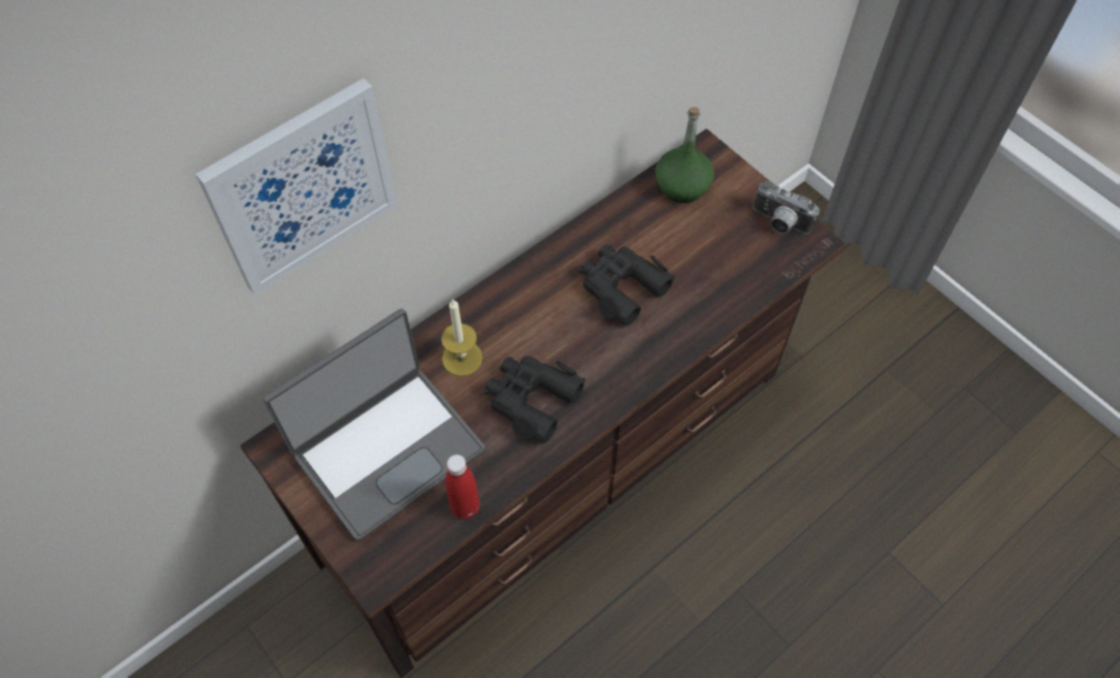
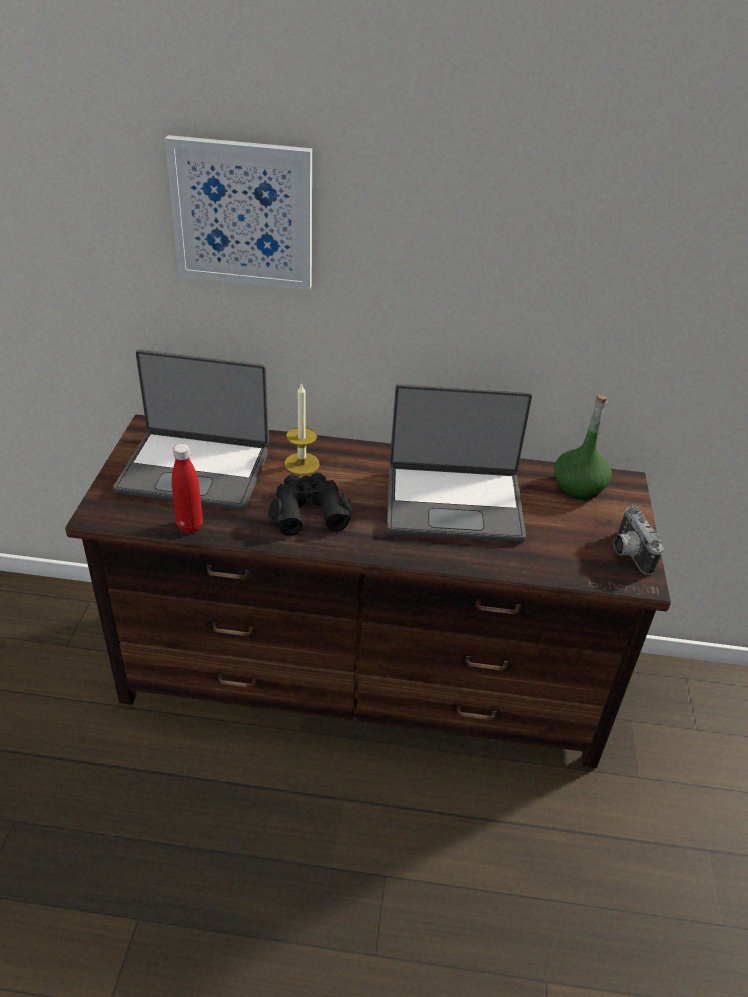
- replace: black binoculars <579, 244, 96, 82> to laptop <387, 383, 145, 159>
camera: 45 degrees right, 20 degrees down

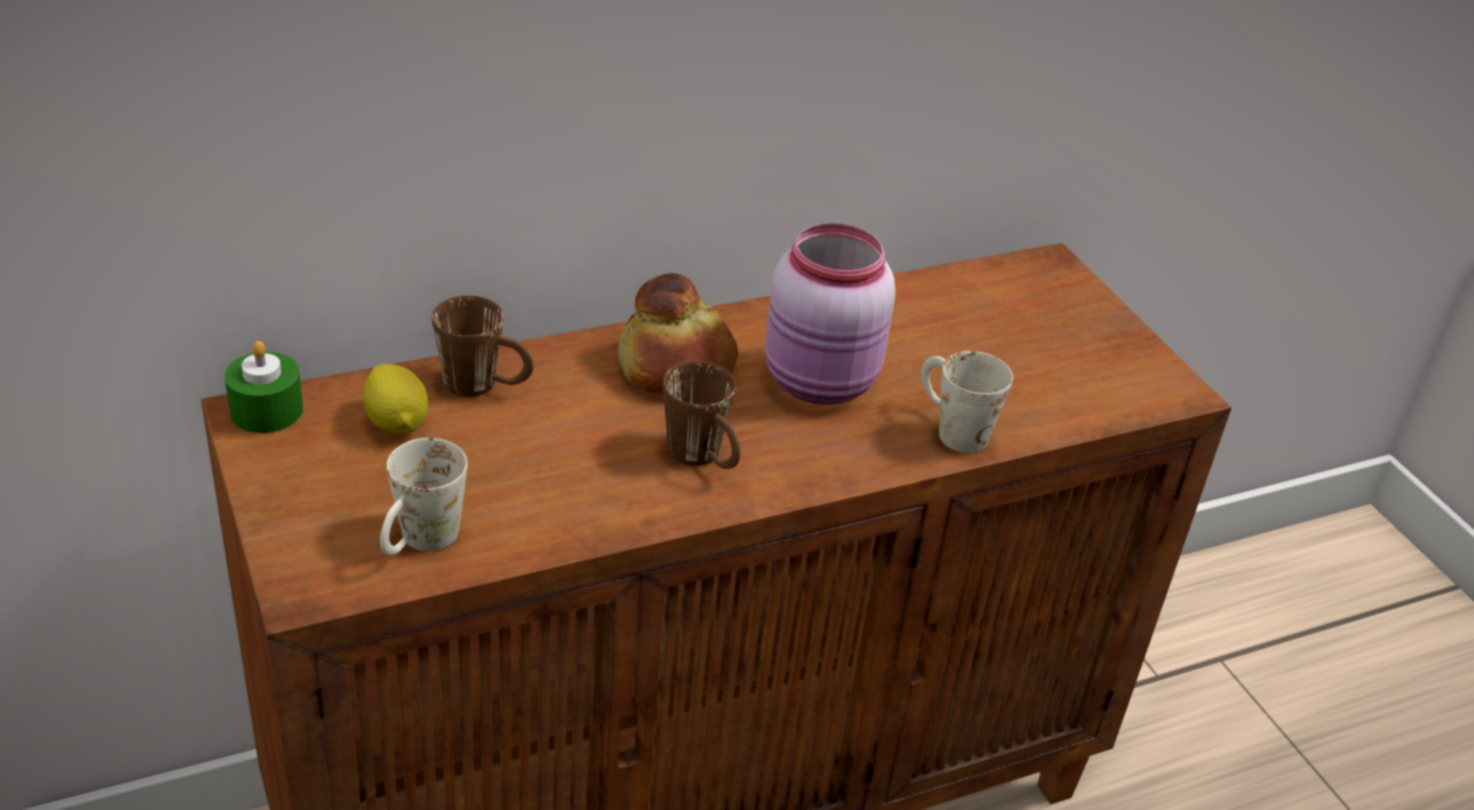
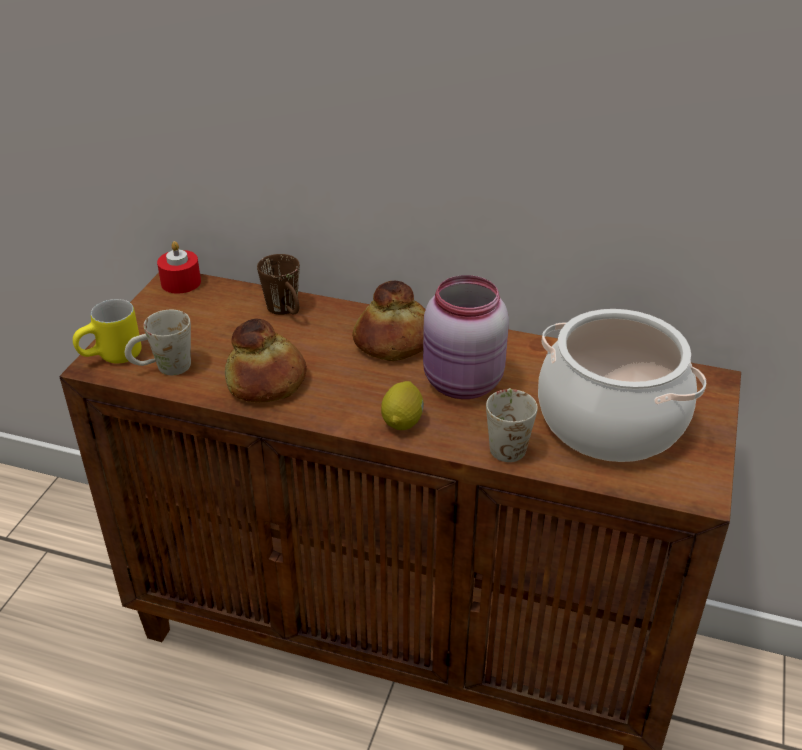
- recolor: green candle <224, 341, 79, 92> to red candle <157, 241, 44, 53>
- delete: brown mug <663, 361, 77, 108>
- move: lemon <363, 364, 65, 71> to <381, 381, 43, 49>
- insert: yellow mug <73, 299, 69, 65>
- insert: cooking pot <538, 309, 168, 153>
- insert: bread <225, 319, 82, 83>
camera: 45 degrees right, 0 degrees up

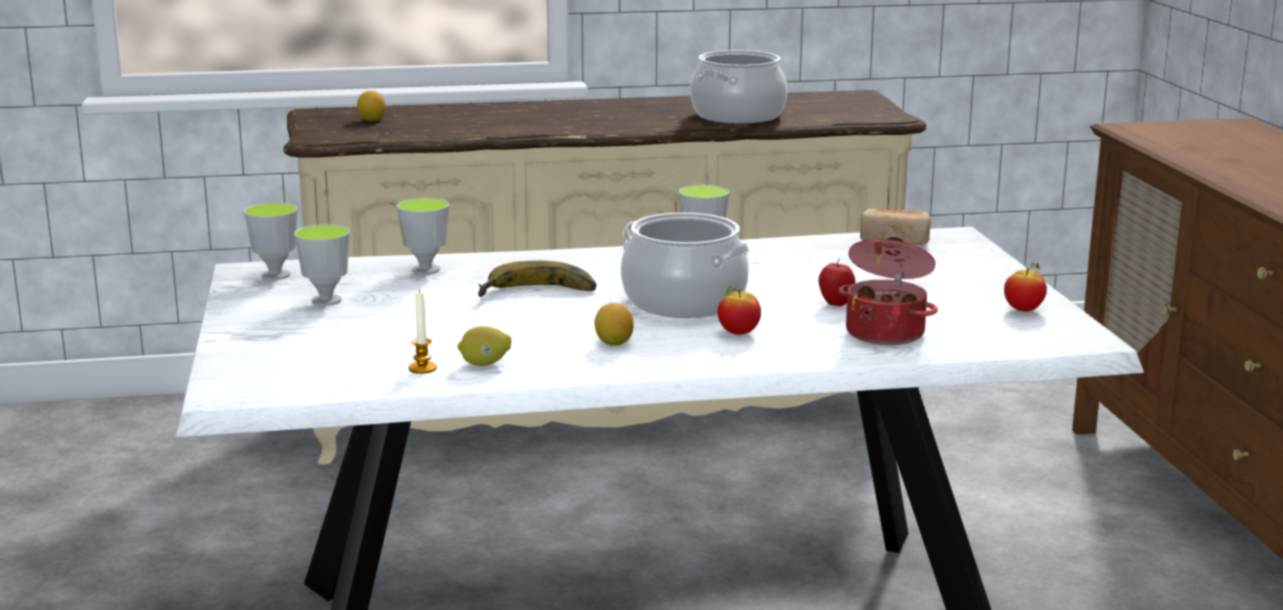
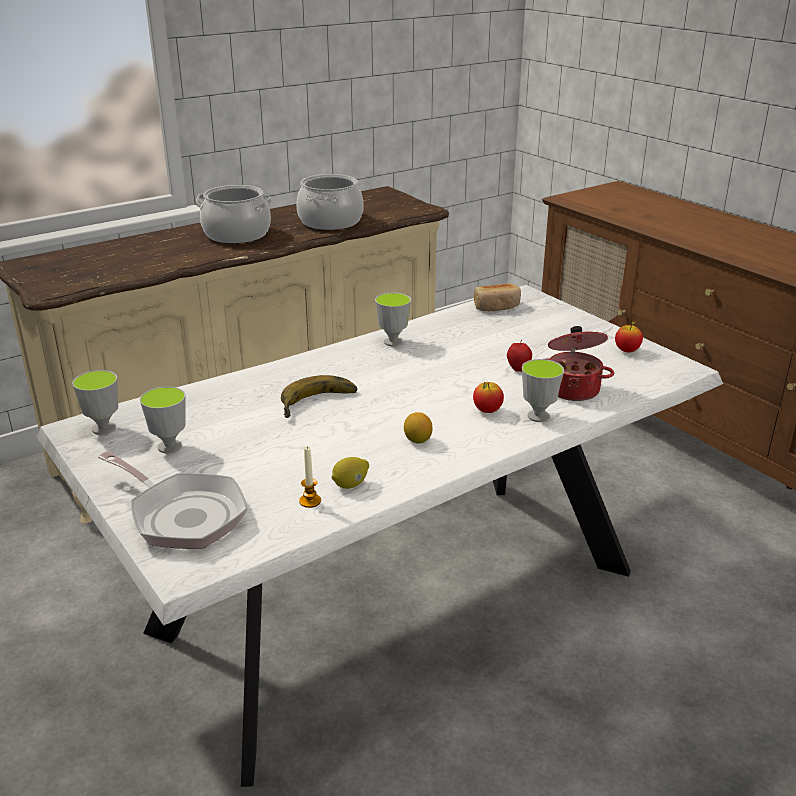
- delete: lemon <357, 91, 29, 30>
- move: cup <397, 198, 52, 77> to <522, 359, 42, 63>
- move: cooking pot <621, 213, 129, 105> to <196, 185, 76, 58>
- insert: frying pan <98, 451, 150, 98>
camera: 25 degrees left, 10 degrees up

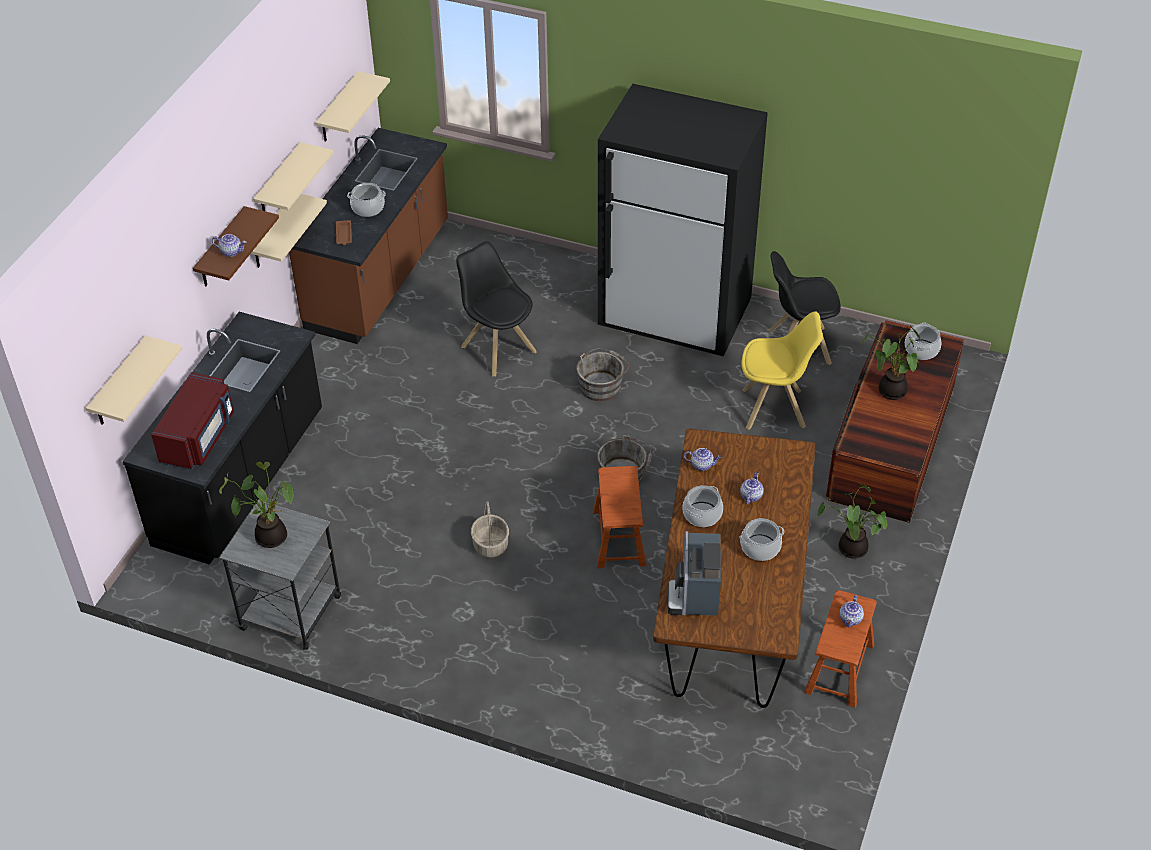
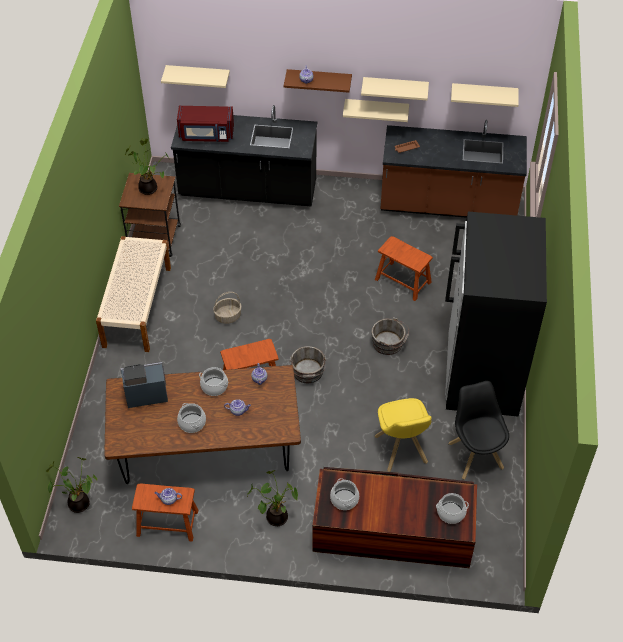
- move: cooking pot <347, 183, 39, 34> to <330, 478, 29, 32>
- replace: black chair <456, 242, 81, 135> to brown stool <375, 236, 58, 65>
- move: potted plant <861, 326, 59, 74> to <46, 457, 52, 56>
- recolor: grey cart <220, 500, 121, 149> to brown cart <119, 173, 62, 84>
- insert: beige bench <96, 236, 75, 116>
camera: 75 degrees right, 5 degrees up

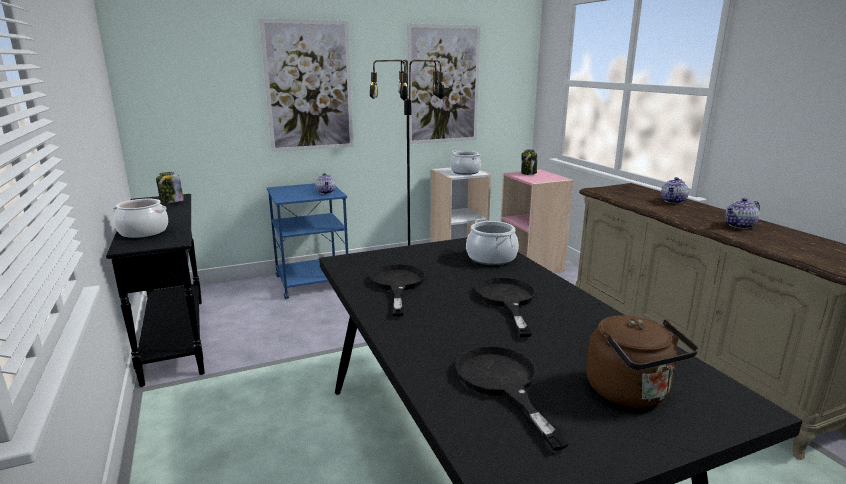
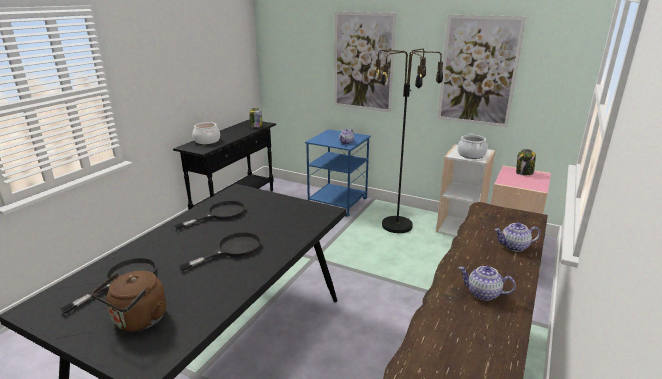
- delete: cooking pot <466, 219, 53, 46>
camera: 50 degrees right, 5 degrees up

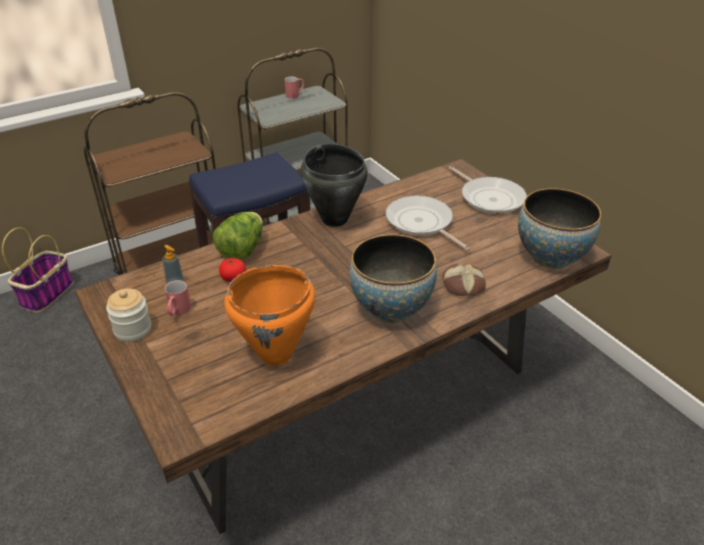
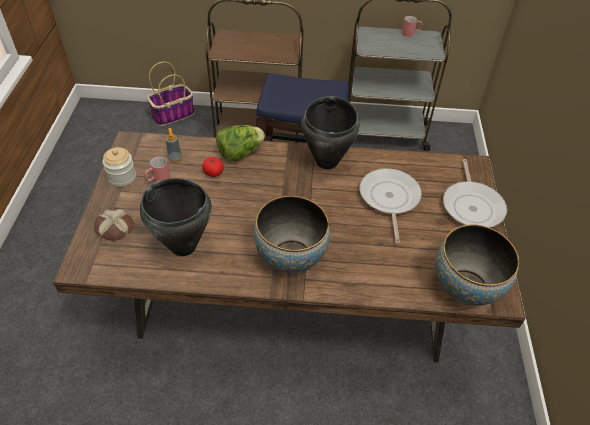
- move: bread <443, 263, 43, 33> to <94, 208, 40, 33>
- recolor: orange cooking pot <225, 265, 90, 101> to black cooking pot <140, 178, 72, 78>
camera: 35 degrees right, 10 degrees up

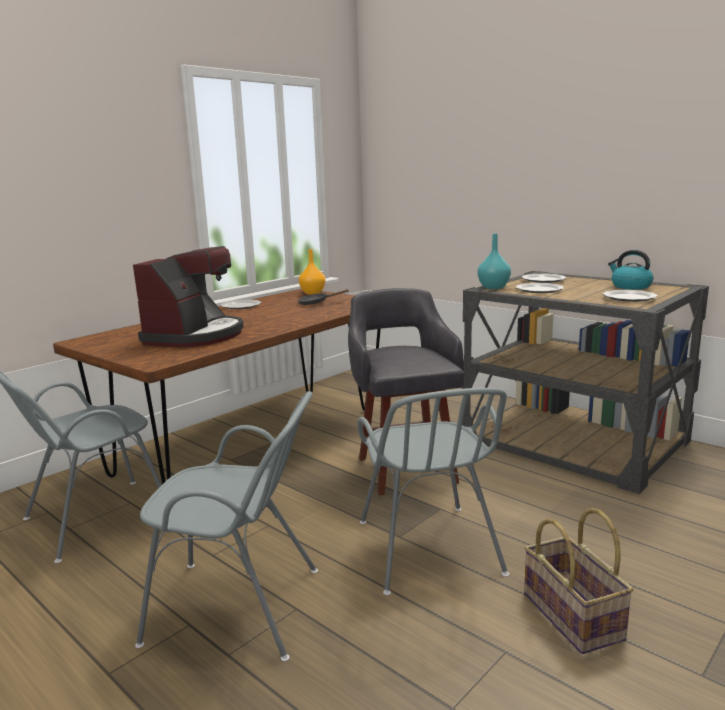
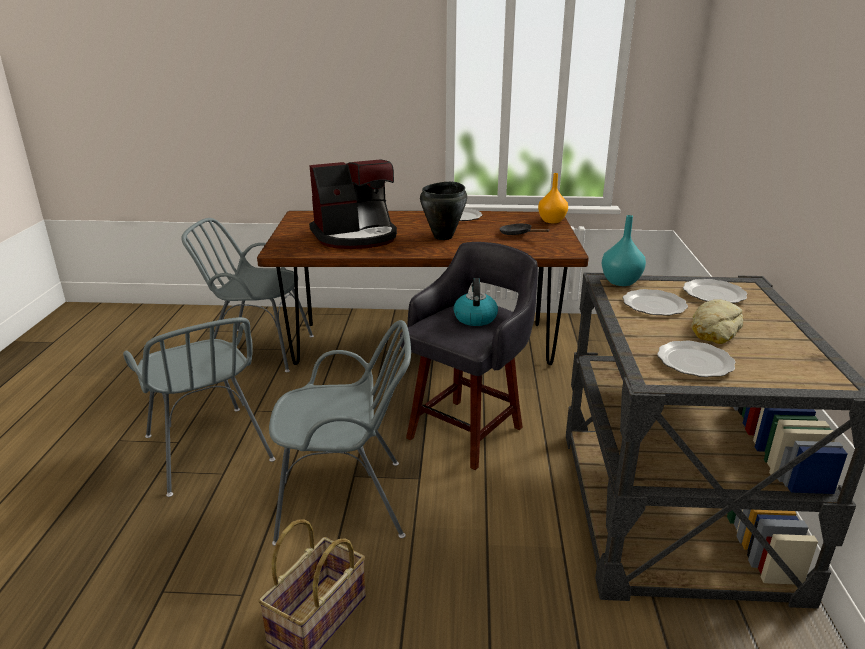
- move: kettle <608, 250, 45, 40> to <453, 278, 45, 48>
- rotate: grey chair <357, 388, 152, 207> = <269, 320, 142, 226> 135 degrees counterclockwise
- insert: black cooking pot <420, 182, 47, 58>
- insert: bread <691, 299, 52, 45>
camera: 50 degrees right, 10 degrees up

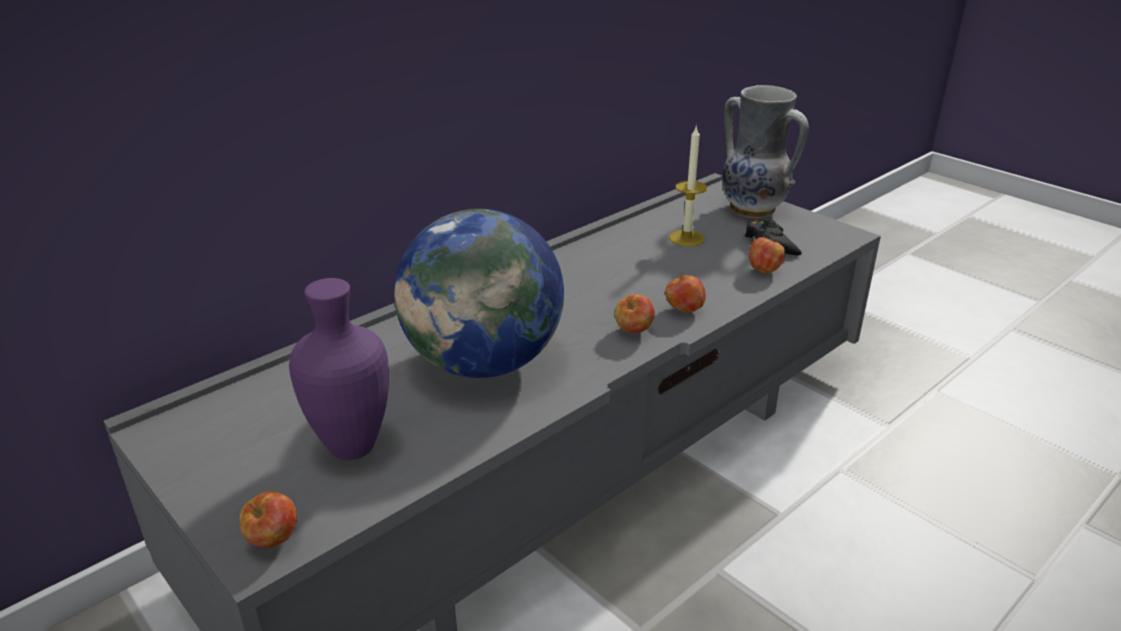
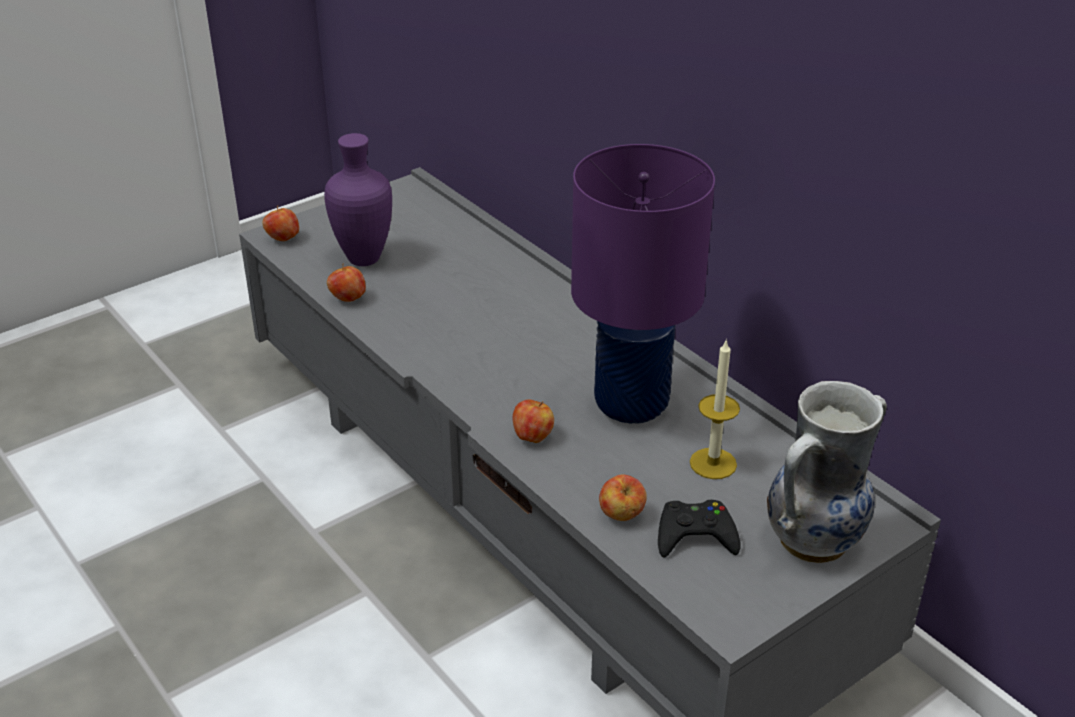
- delete: globe <394, 209, 170, 169>
- move: apple <615, 294, 40, 39> to <327, 263, 39, 39>
- insert: purple table lamp <571, 144, 144, 280>
camera: 95 degrees right, 5 degrees up

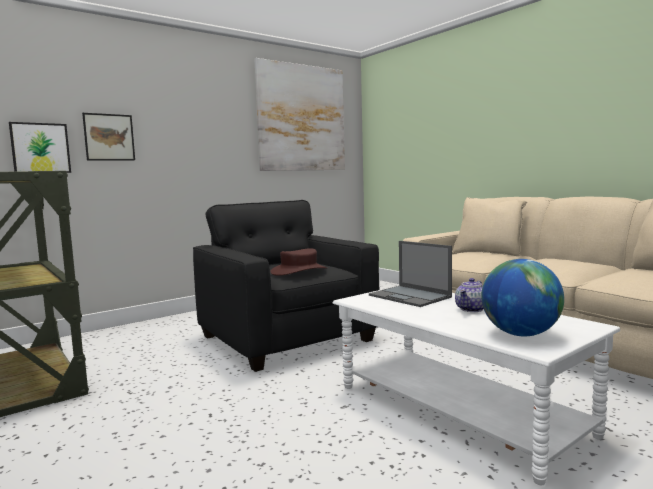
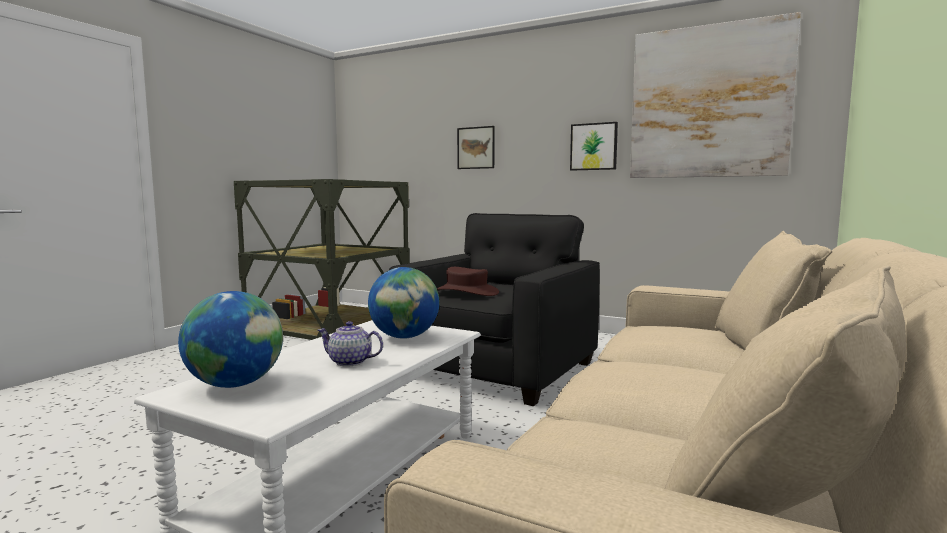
- move: picture <9, 122, 62, 51> to <570, 122, 48, 49>
- replace: laptop <369, 241, 83, 66> to globe <368, 267, 71, 72>
camera: 65 degrees right, 0 degrees up

